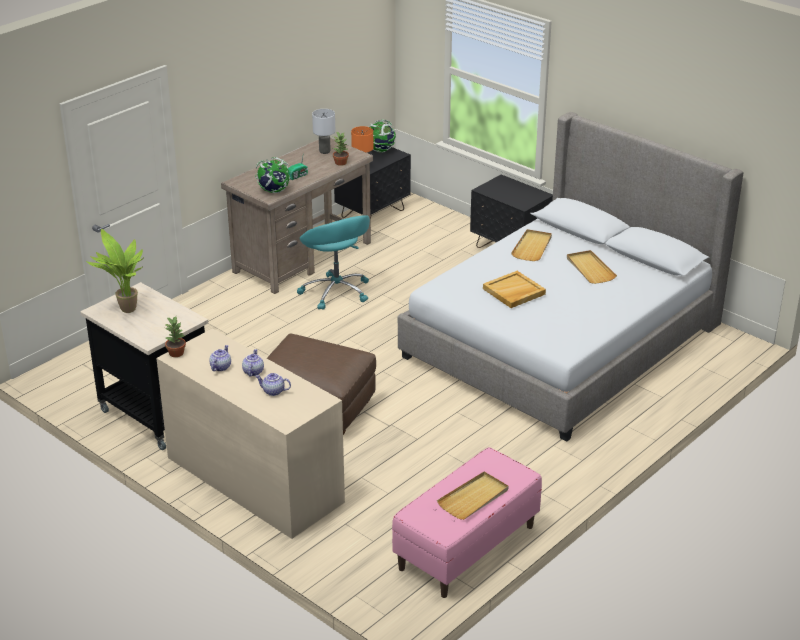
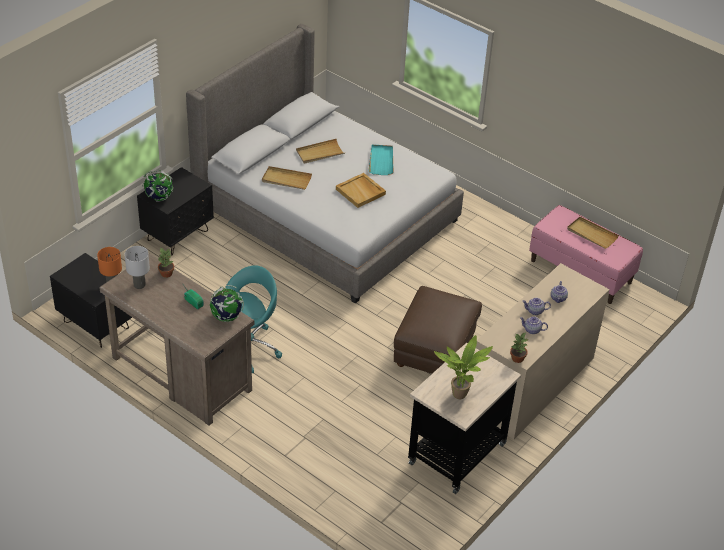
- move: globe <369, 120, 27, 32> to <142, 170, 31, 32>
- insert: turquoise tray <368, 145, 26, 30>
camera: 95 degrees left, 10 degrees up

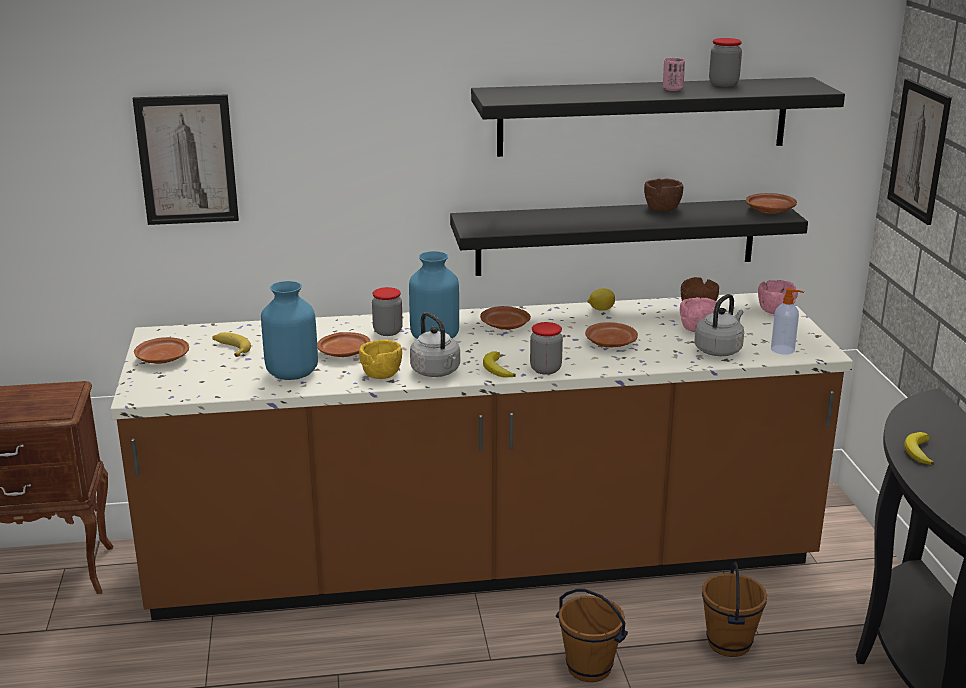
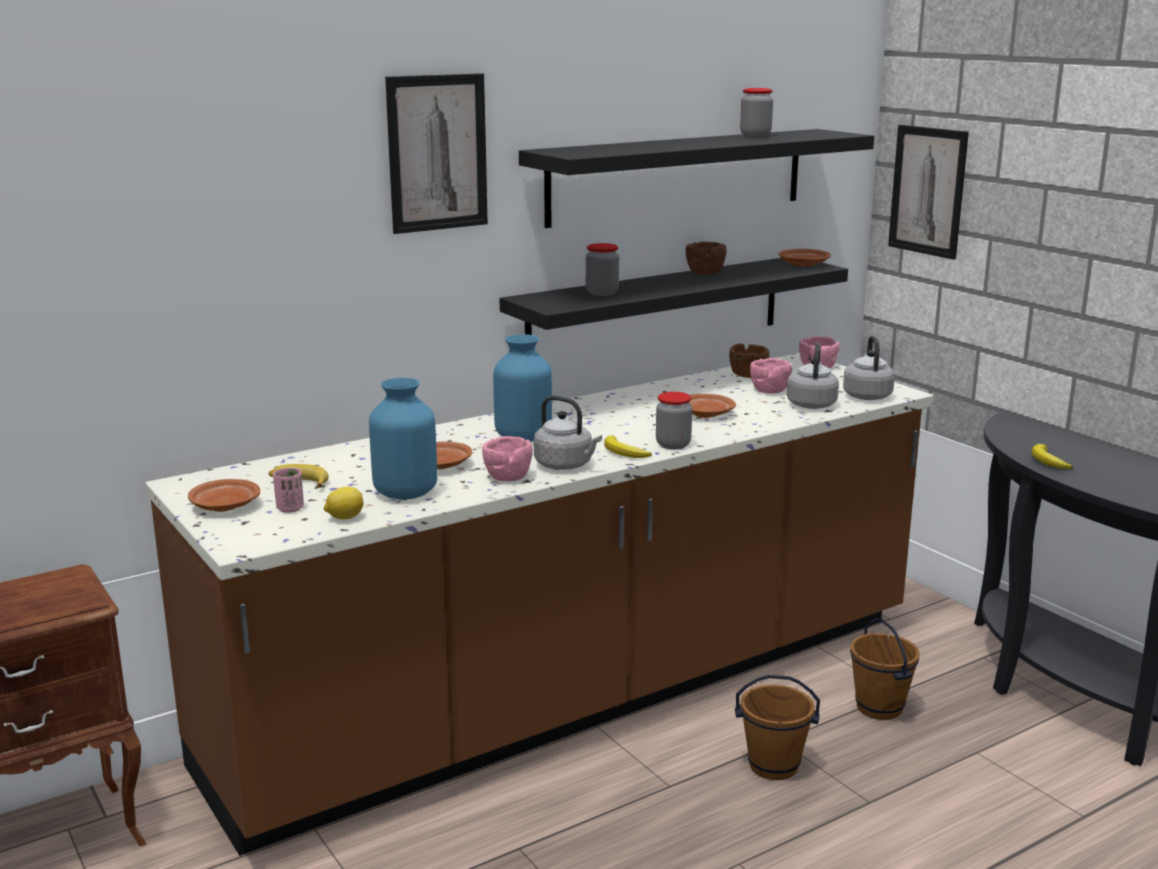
- move: pink cup <663, 58, 22, 33> to <273, 468, 31, 45>
- move: picture <133, 94, 106, 131> to <385, 73, 103, 161>
- move: jar <372, 287, 31, 49> to <586, 243, 33, 53>
- move: lemon <587, 288, 28, 23> to <324, 487, 39, 33>
- replace: soap dispenser <771, 288, 33, 67> to grey kettle <843, 335, 52, 65>
- delete: brown plate <480, 306, 51, 24>
- recolor: yellow bowl <359, 339, 43, 40> to pink bowl <482, 436, 51, 45>
camera: 25 degrees left, 5 degrees down

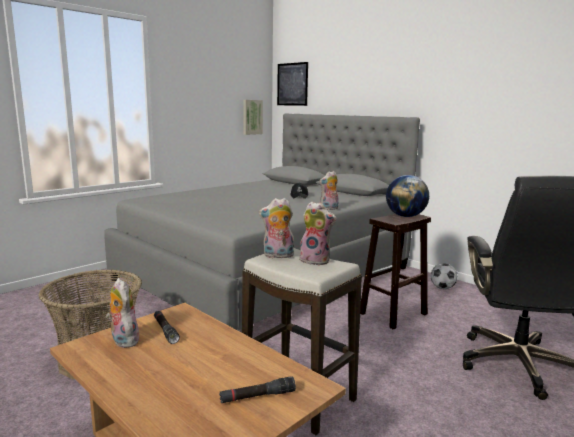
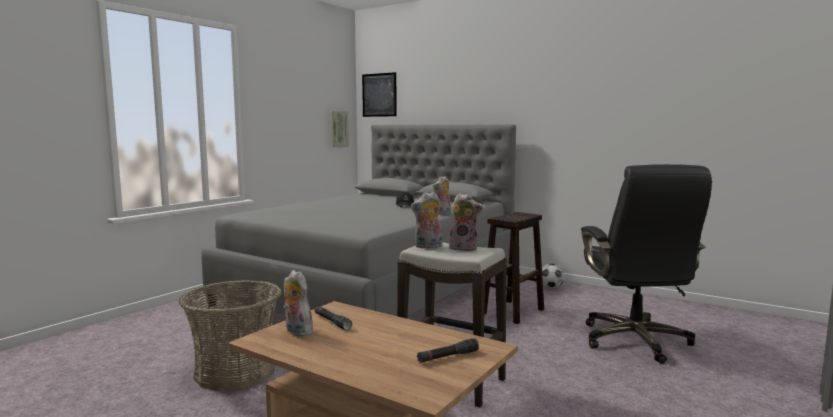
- delete: globe <386, 175, 43, 42>
camera: 10 degrees left, 5 degrees down

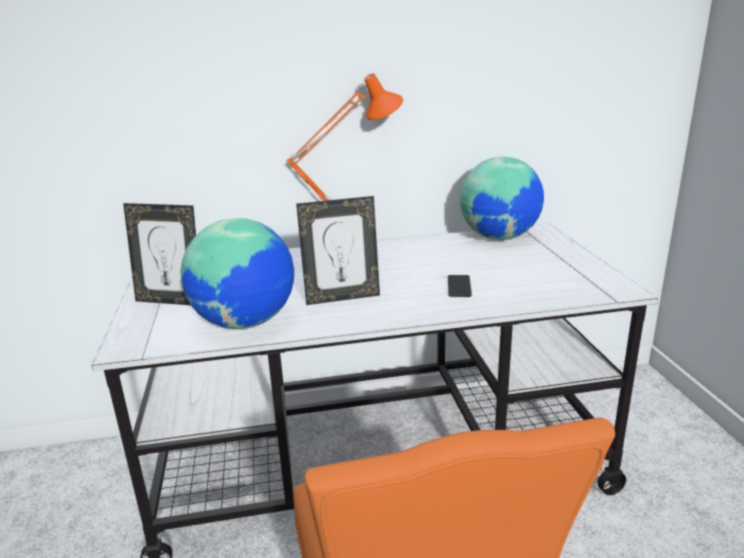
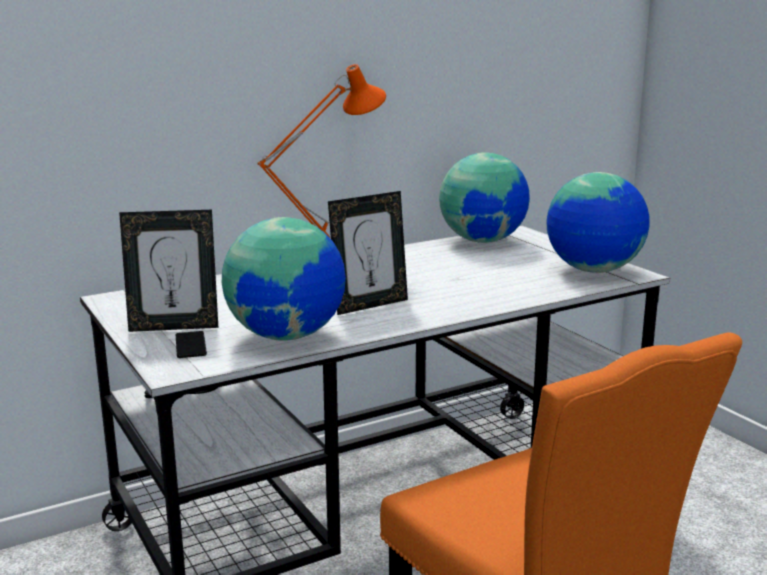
- move: phone <448, 275, 24, 22> to <176, 331, 31, 27>
- insert: globe <546, 172, 103, 101>
camera: 20 degrees left, 5 degrees down

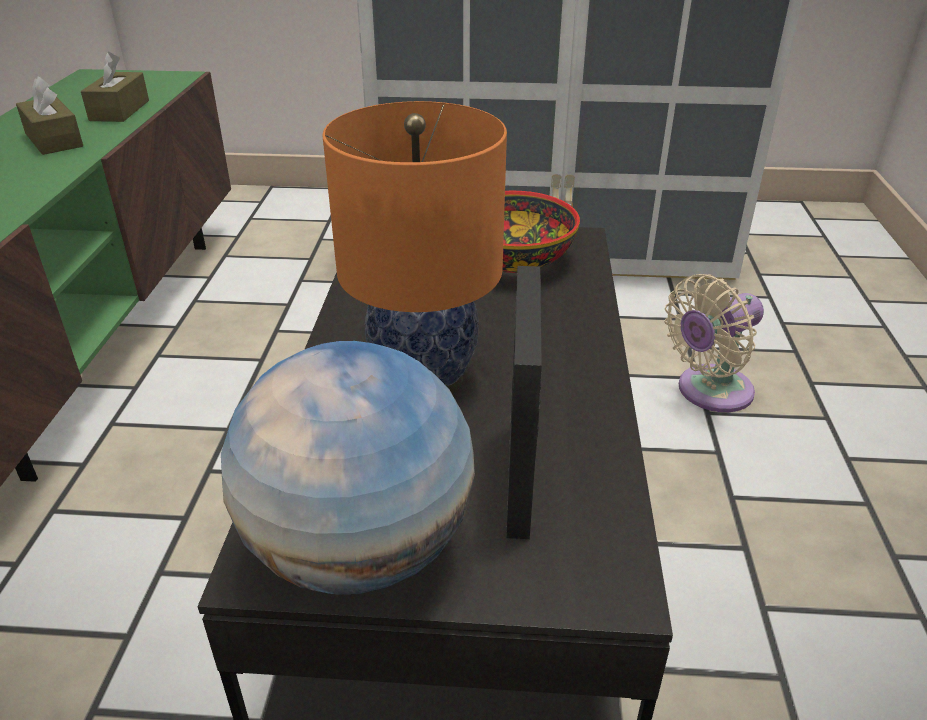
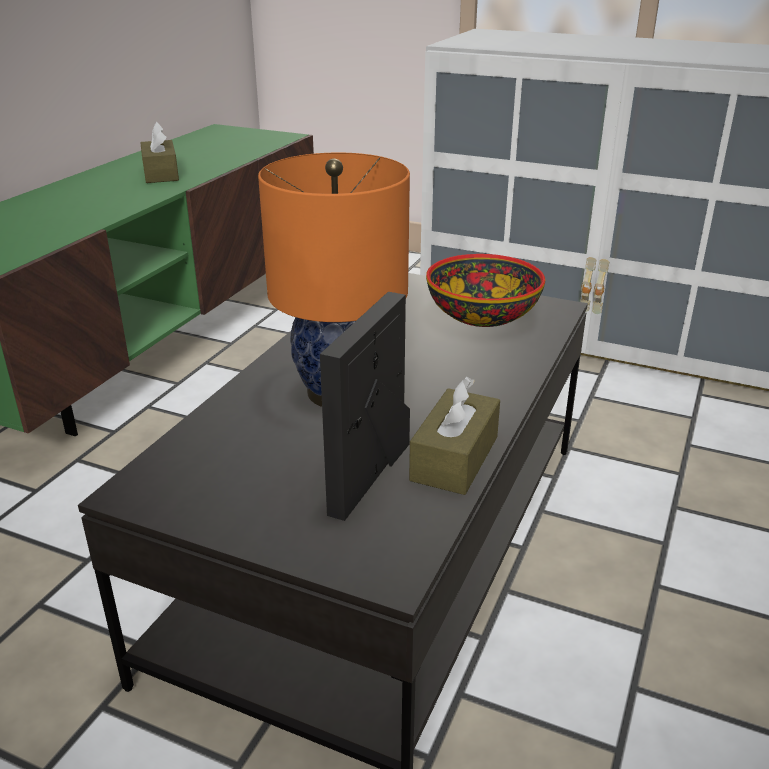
- move: brown tissue box <81, 52, 68, 70> to <409, 376, 91, 119>
- delete: beige fan <664, 274, 100, 138>
- delete: globe <221, 341, 254, 253>
camera: 20 degrees right, 5 degrees down

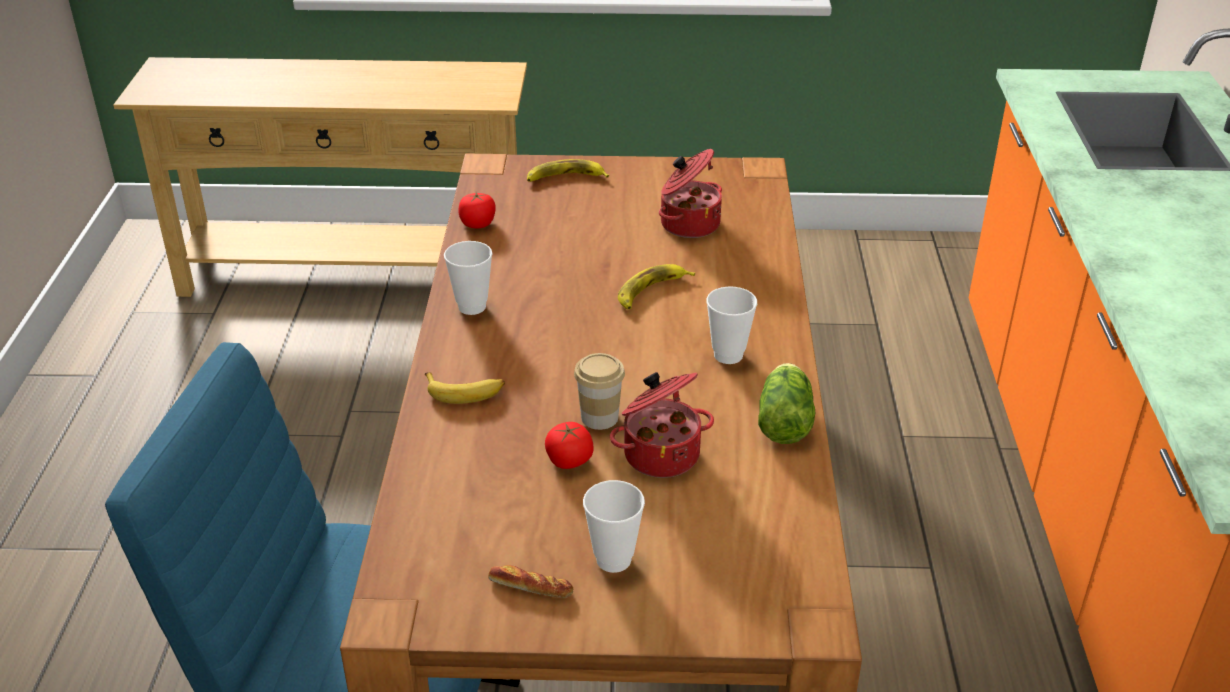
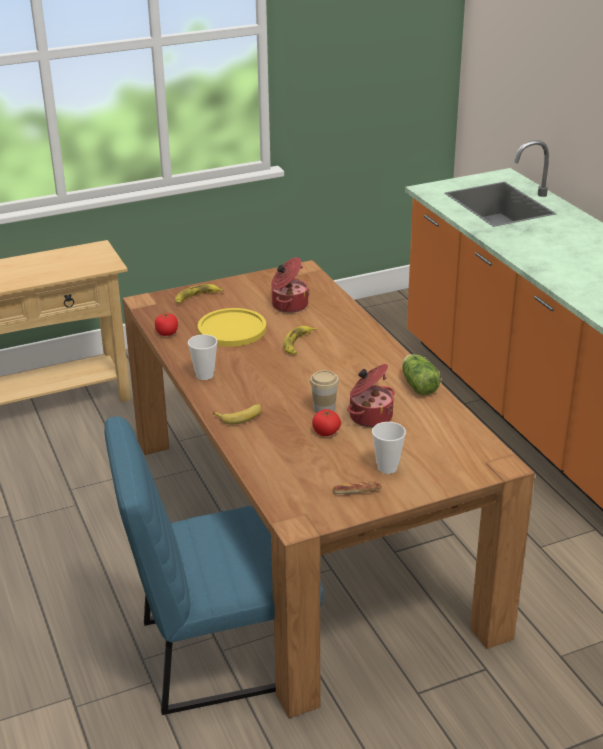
- delete: cup <706, 286, 51, 78>
- insert: yellow plate <198, 308, 68, 39>
camera: 25 degrees left, 5 degrees down

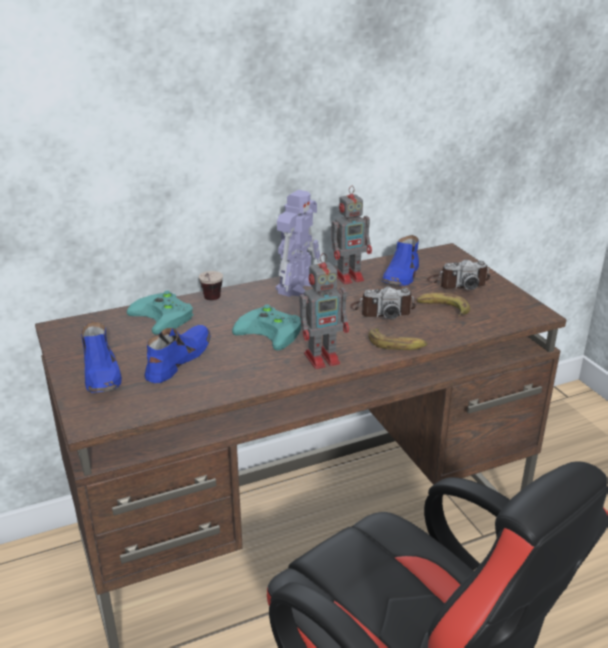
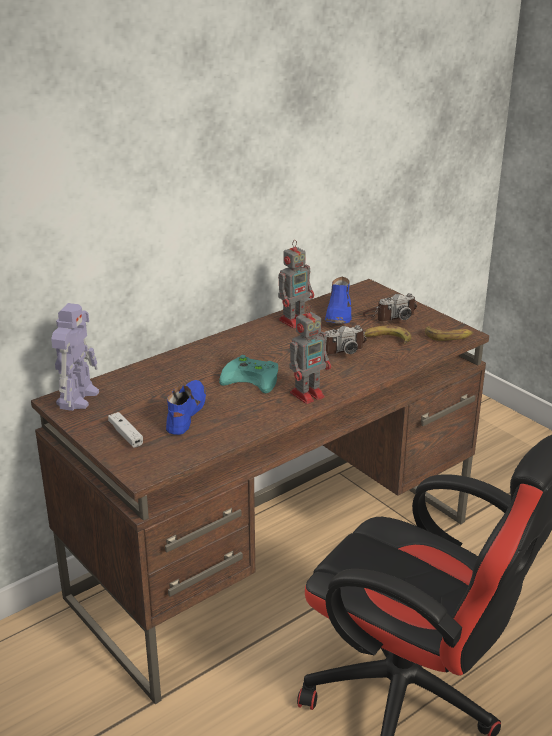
- move: toy robot <276, 190, 44, 107> to <51, 303, 48, 108>
- delete: cup <199, 271, 24, 29>
- delete: turquoise game controller <127, 291, 67, 44>
- replace: blue shoe <81, 322, 41, 71> to white game controller <108, 412, 35, 35>
- move: banana <368, 328, 60, 22> to <425, 326, 48, 15>
camera: 15 degrees left, 0 degrees up

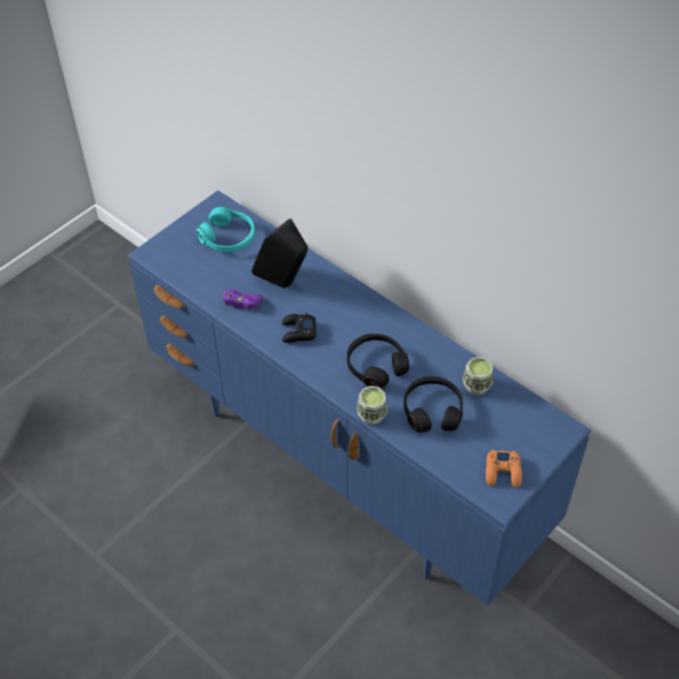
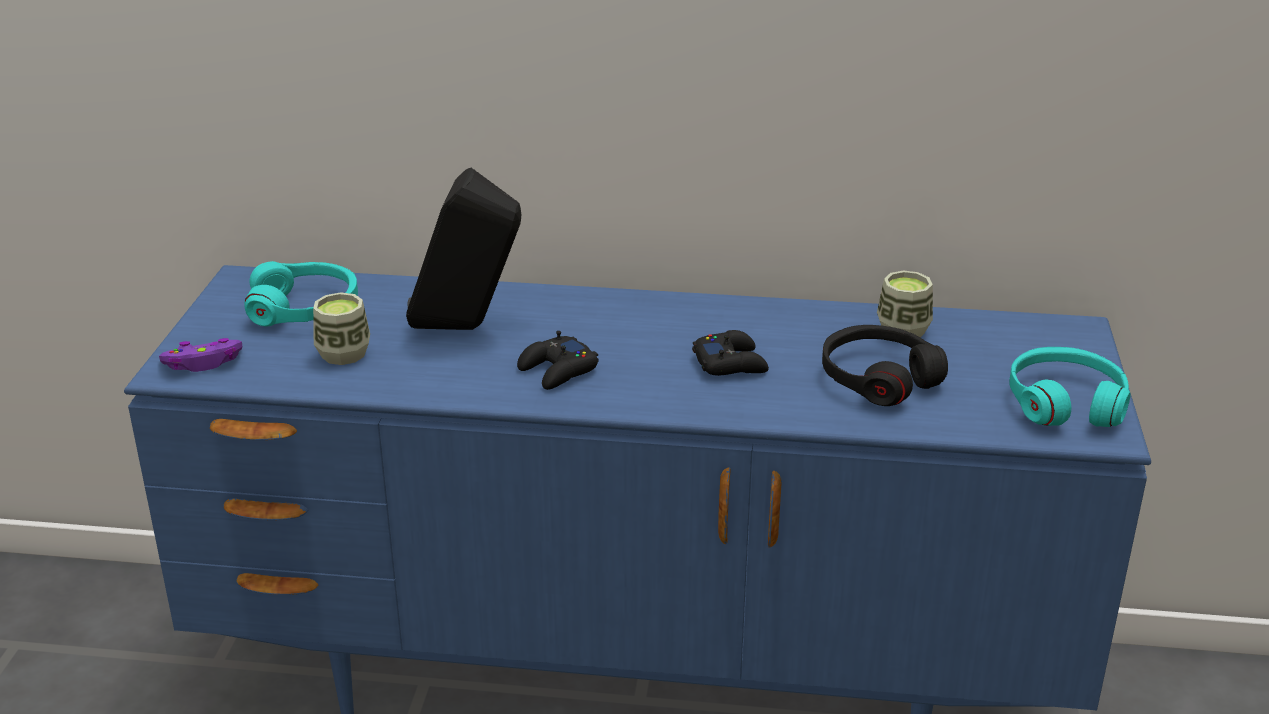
- move: purple game controller <223, 290, 41, 19> to <159, 338, 84, 34>
- replace: black headphones <347, 334, 62, 55> to black game controller <692, 330, 77, 46>
- move: cup <357, 386, 30, 39> to <313, 292, 57, 73>
- replace: orange game controller <486, 450, 36, 38> to turquoise headphones <1009, 347, 121, 80>
camera: 35 degrees left, 20 degrees down

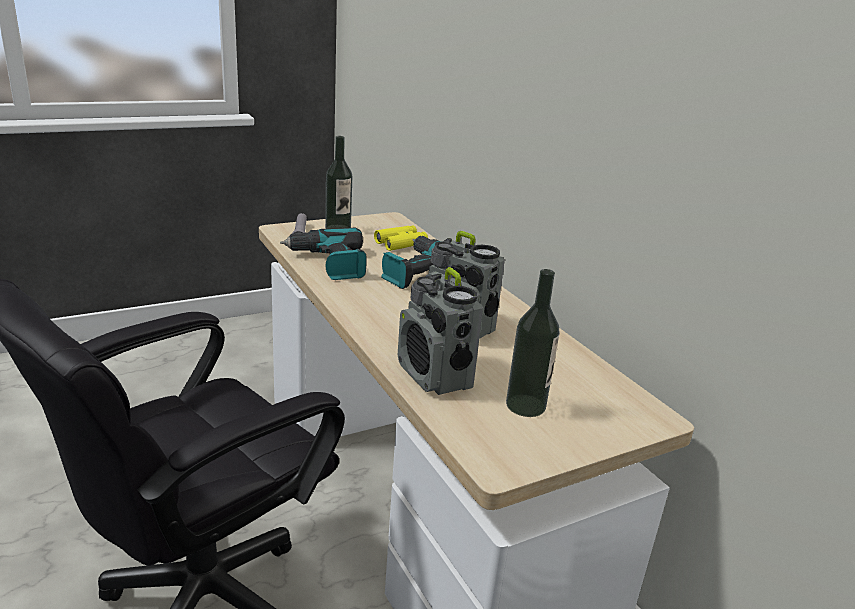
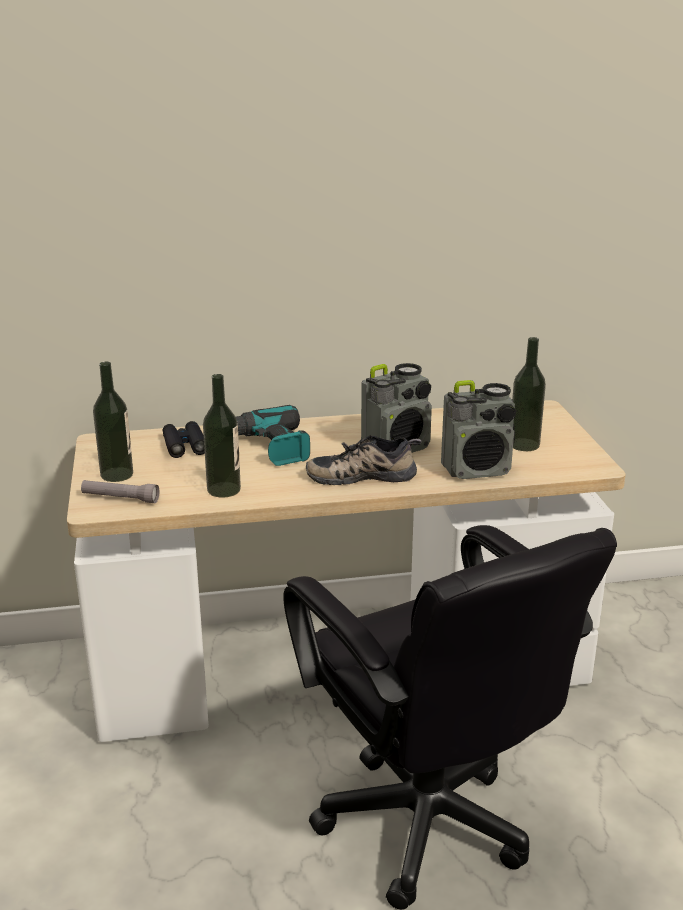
- recolor: yellow binoculars <374, 225, 54, 26> to black binoculars <163, 421, 42, 37>
- replace: power drill <280, 228, 87, 52> to bottle <203, 374, 38, 124>
- insert: shoe <306, 435, 115, 50>
camera: 70 degrees left, 0 degrees up

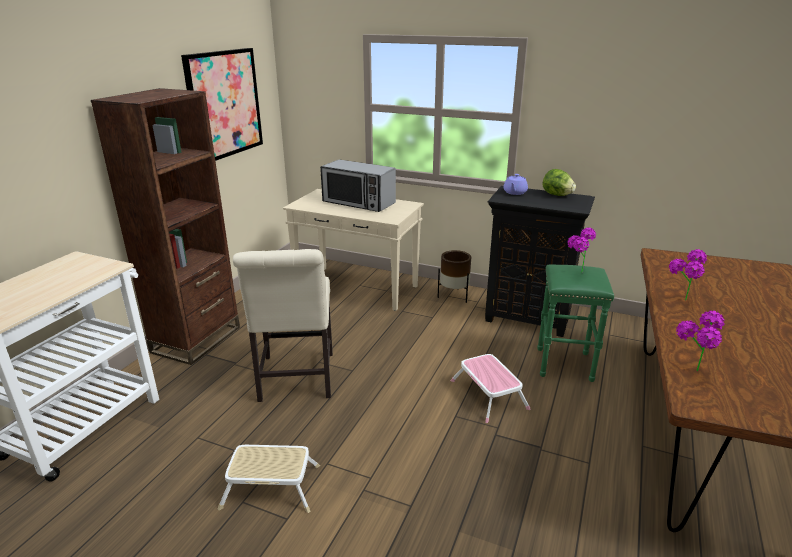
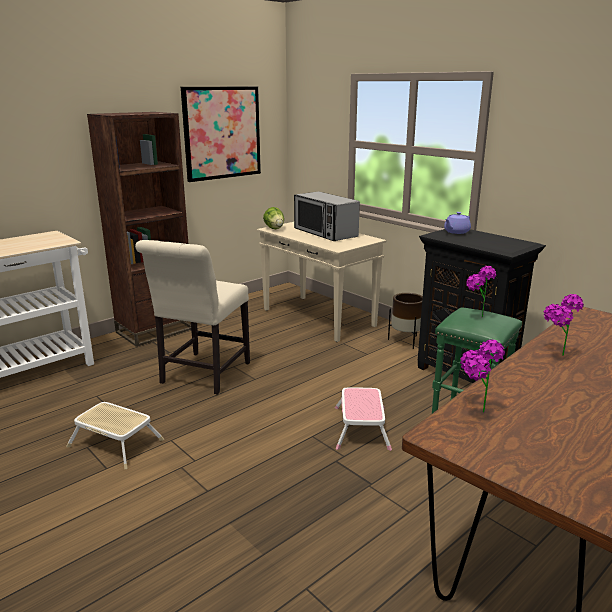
- move: lettuce <543, 169, 33, 27> to <263, 207, 21, 22>
camera: 25 degrees right, 5 degrees down

